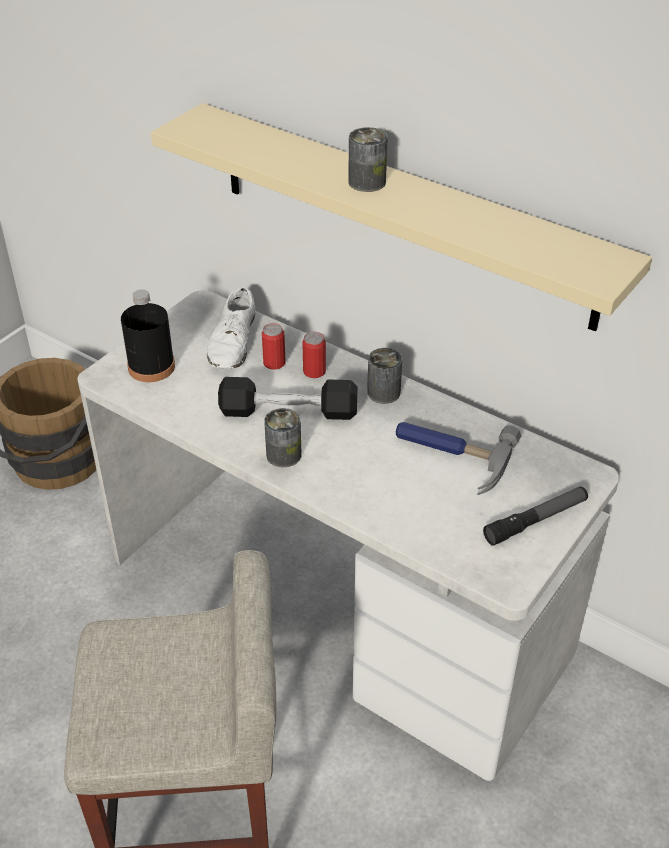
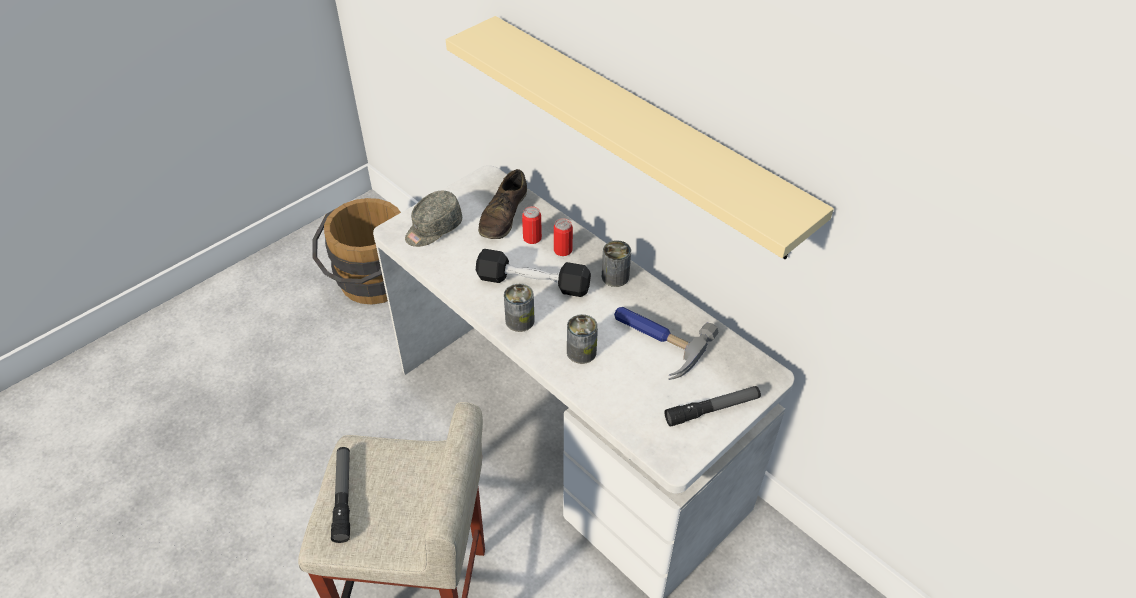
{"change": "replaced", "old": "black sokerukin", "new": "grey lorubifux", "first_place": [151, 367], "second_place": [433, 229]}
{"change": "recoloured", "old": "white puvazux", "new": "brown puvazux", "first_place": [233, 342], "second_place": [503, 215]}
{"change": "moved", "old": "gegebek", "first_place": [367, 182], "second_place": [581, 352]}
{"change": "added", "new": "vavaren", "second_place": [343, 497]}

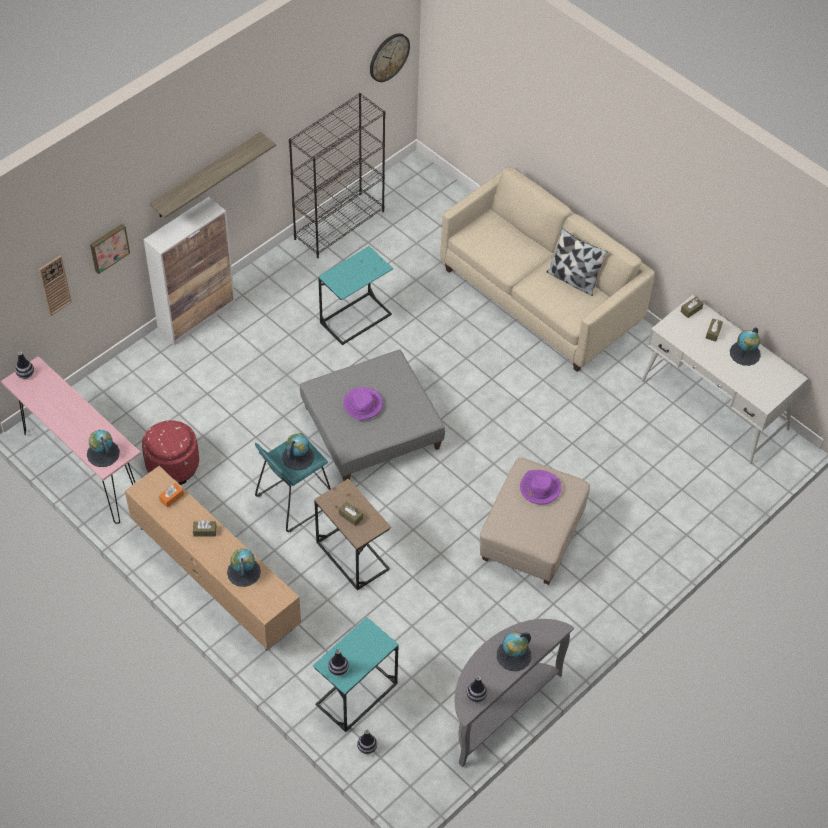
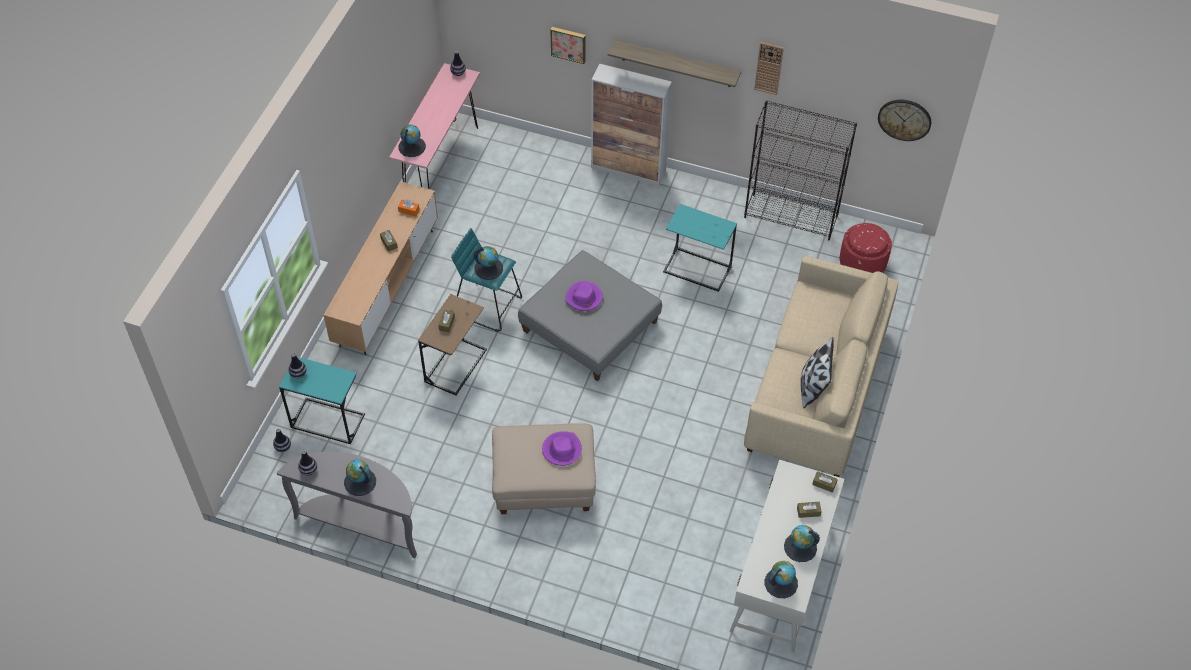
{"change": "moved", "old": "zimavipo", "first_place": [54, 285], "second_place": [769, 68]}
{"change": "moved", "old": "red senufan", "first_place": [173, 465], "second_place": [862, 264]}
{"change": "moved", "old": "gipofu", "first_place": [243, 572], "second_place": [781, 583]}

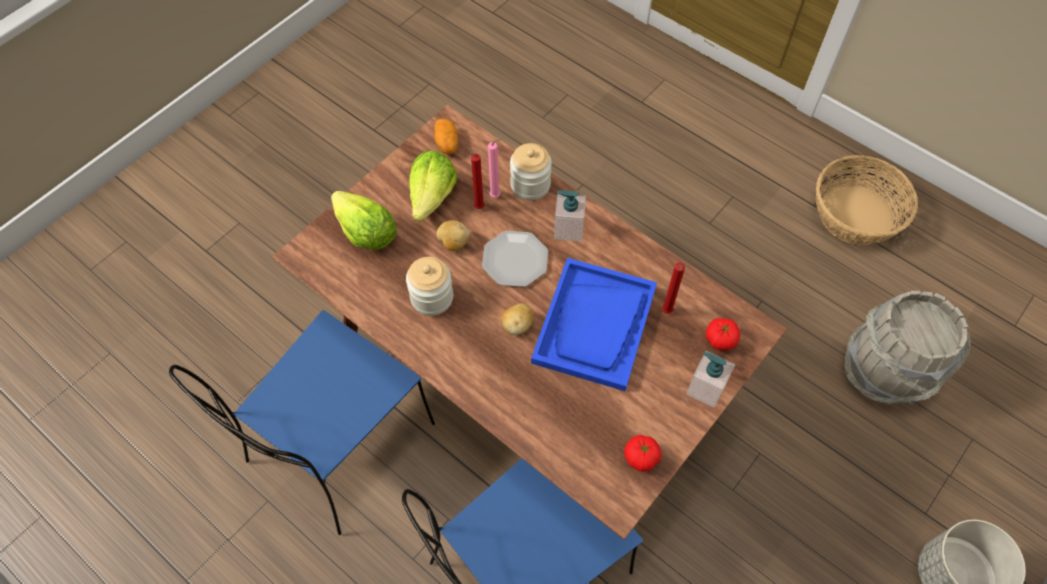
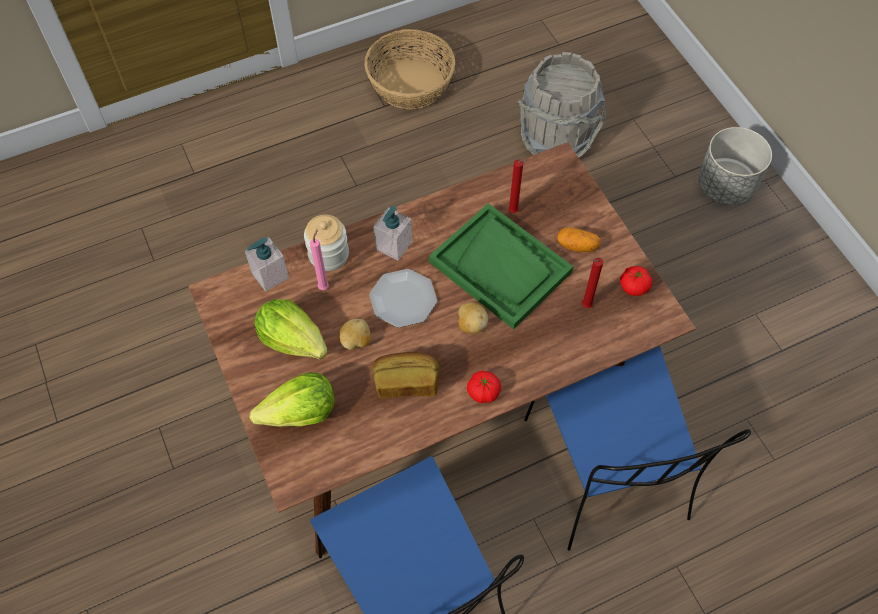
{"change": "replaced", "old": "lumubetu", "new": "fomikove", "first_place": [432, 297], "second_place": [406, 382]}
{"change": "moved", "old": "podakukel", "first_place": [447, 143], "second_place": [577, 245]}
{"change": "moved", "old": "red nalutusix", "first_place": [478, 206], "second_place": [585, 306]}
{"change": "recoloured", "old": "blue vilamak", "new": "green vilamak", "first_place": [595, 325], "second_place": [500, 267]}
{"change": "moved", "old": "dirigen", "first_place": [705, 389], "second_place": [270, 275]}
{"change": "moved", "old": "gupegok", "first_place": [720, 339], "second_place": [483, 392]}

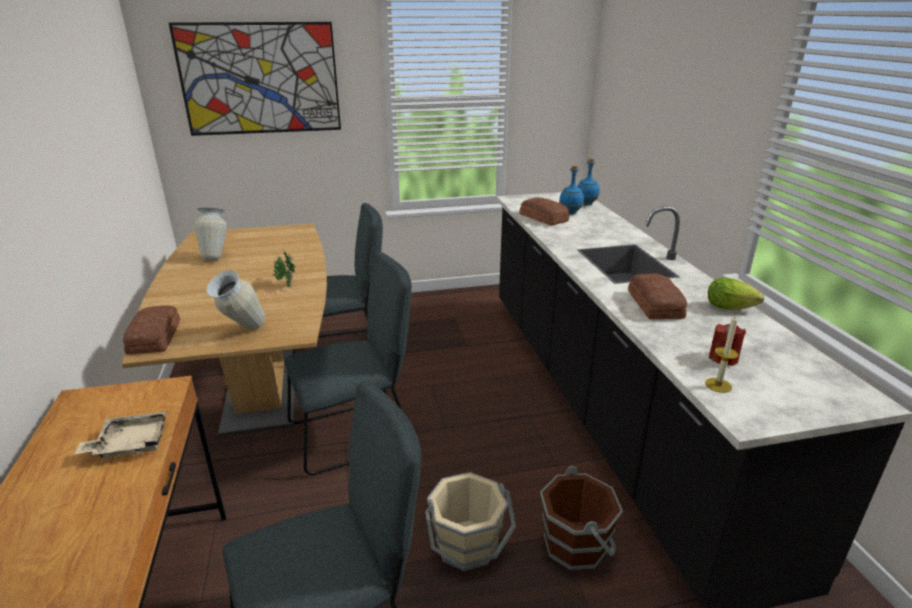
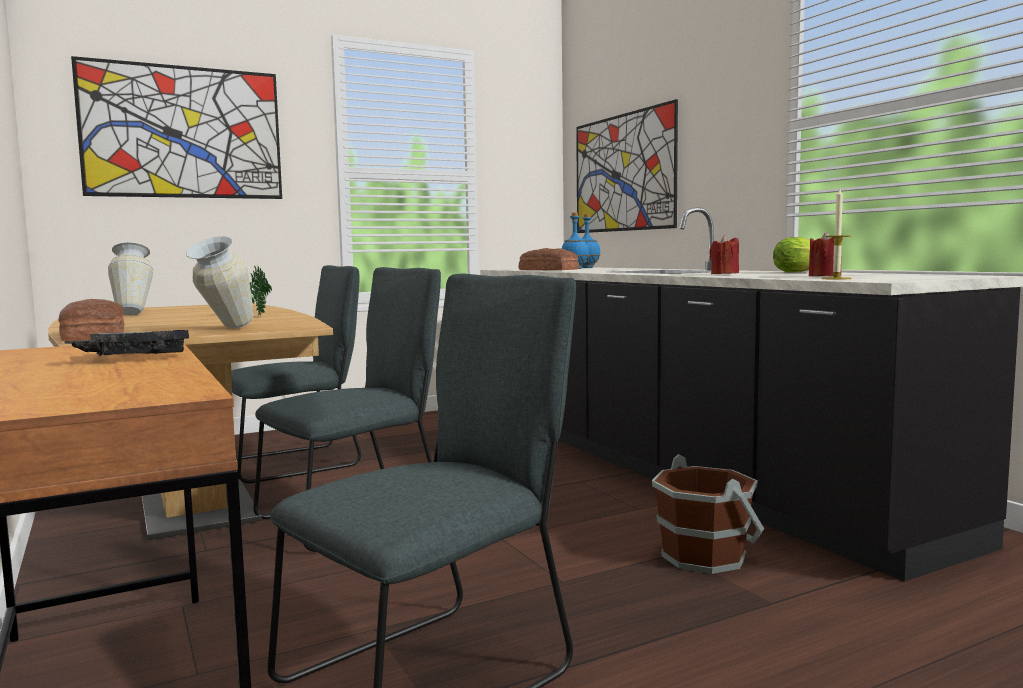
{"change": "recoloured", "old": "beige vilamak", "new": "black vilamak", "first_place": [130, 444], "second_place": [134, 357]}
{"change": "removed", "old": "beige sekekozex", "first_place": [467, 545]}
{"change": "replaced", "old": "fomikove", "new": "red nalutusix", "first_place": [656, 304], "second_place": [724, 274]}
{"change": "added", "new": "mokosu", "second_place": [623, 173]}

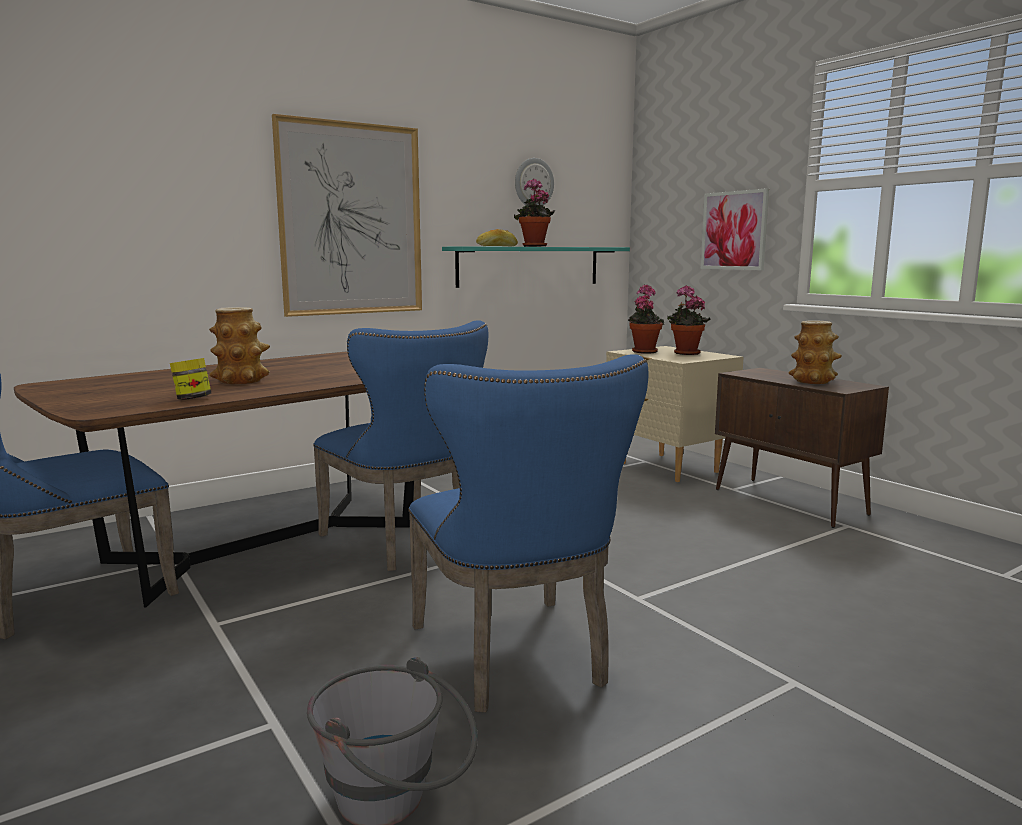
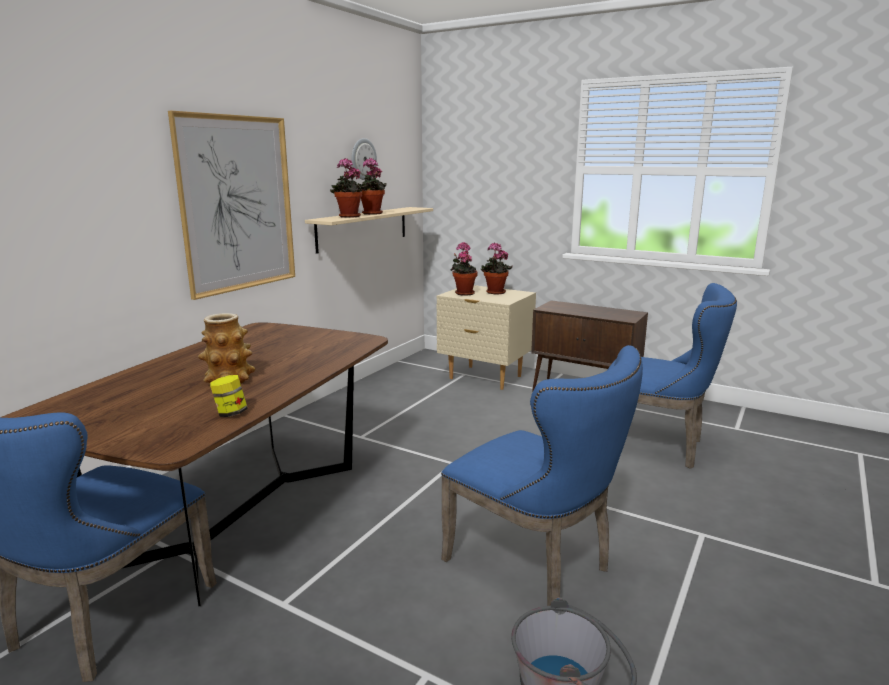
{"change": "moved", "old": "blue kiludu", "first_place": [405, 542], "second_place": [655, 445]}
{"change": "recoloured", "old": "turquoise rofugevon", "new": "beige rofugevon", "first_place": [529, 266], "second_place": [363, 228]}
{"change": "replaced", "old": "fomikove", "new": "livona", "first_place": [497, 246], "second_place": [348, 217]}
{"change": "removed", "old": "mokosu", "first_place": [734, 230]}
{"change": "removed", "old": "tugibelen", "first_place": [813, 381]}

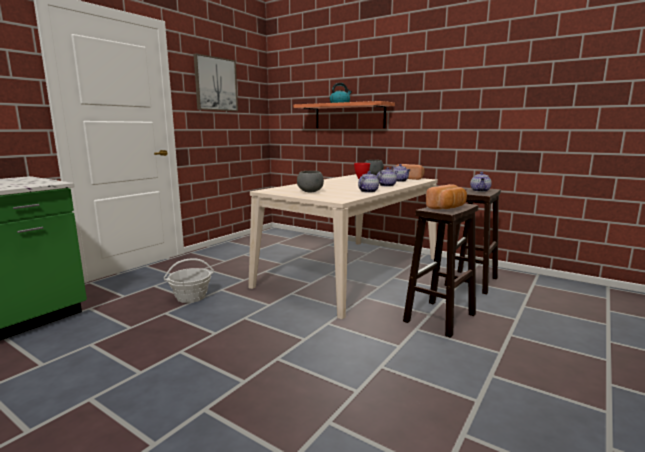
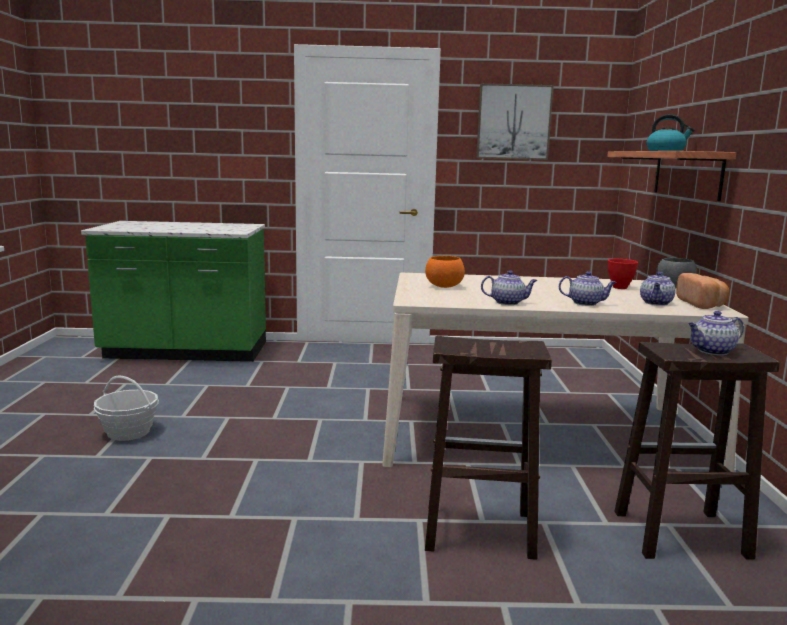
{"change": "moved", "old": "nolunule", "first_place": [191, 297], "second_place": [128, 432]}
{"change": "recoloured", "old": "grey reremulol", "new": "orange reremulol", "first_place": [310, 192], "second_place": [444, 286]}
{"change": "removed", "old": "fomikove", "first_place": [447, 208]}

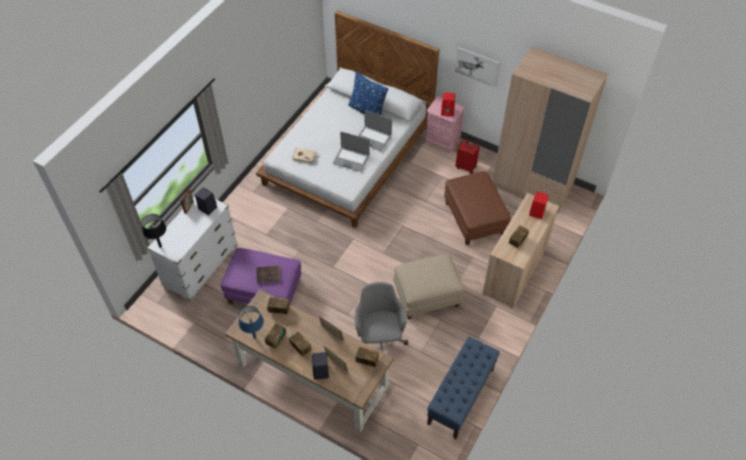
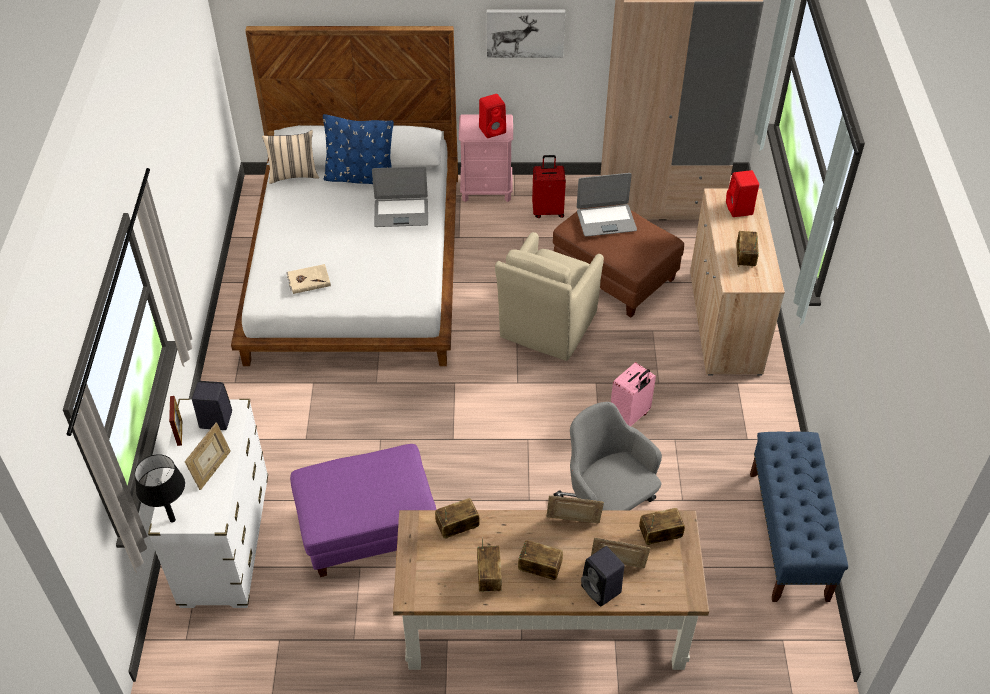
{"change": "removed", "old": "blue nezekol", "first_place": [254, 337]}
{"change": "removed", "old": "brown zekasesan", "first_place": [268, 275]}
{"change": "moved", "old": "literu", "first_place": [351, 159], "second_place": [606, 220]}
{"change": "replaced", "old": "beige senufan", "new": "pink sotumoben", "first_place": [426, 297], "second_place": [630, 416]}
{"change": "added", "new": "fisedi", "second_place": [212, 470]}
{"change": "added", "new": "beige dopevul", "second_place": [293, 175]}
{"change": "added", "new": "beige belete", "second_place": [546, 327]}

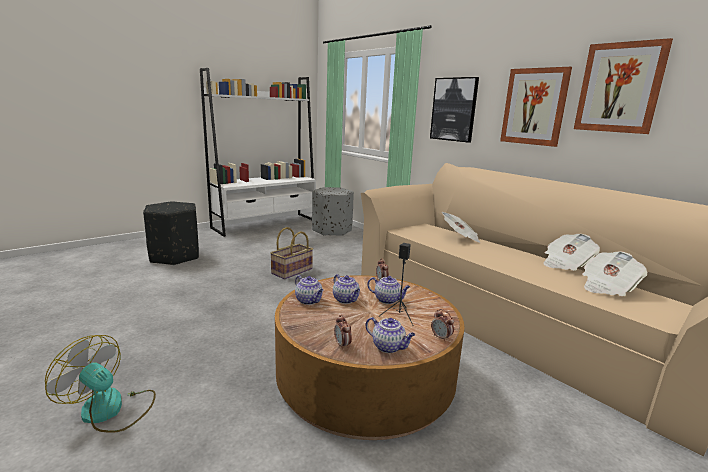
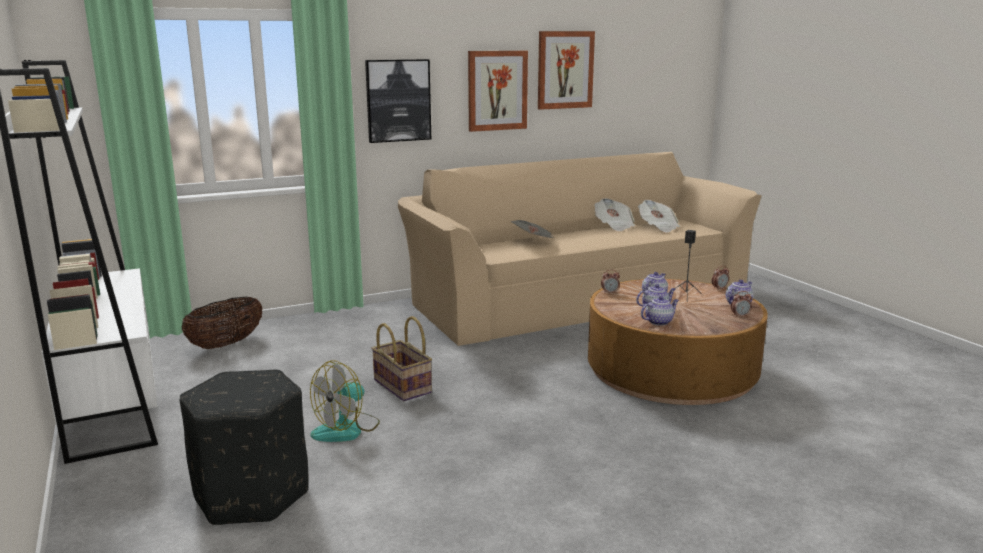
{"change": "moved", "old": "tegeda", "first_place": [110, 410], "second_place": [346, 429]}
{"change": "replaced", "old": "grey senufan", "new": "nolunule", "first_place": [332, 230], "second_place": [226, 344]}

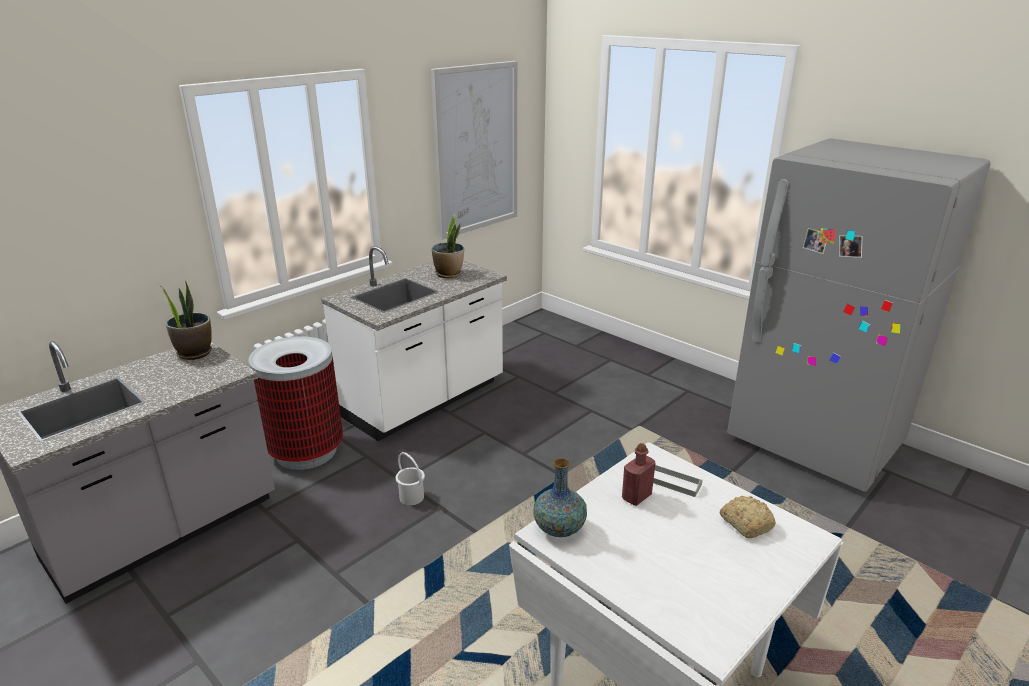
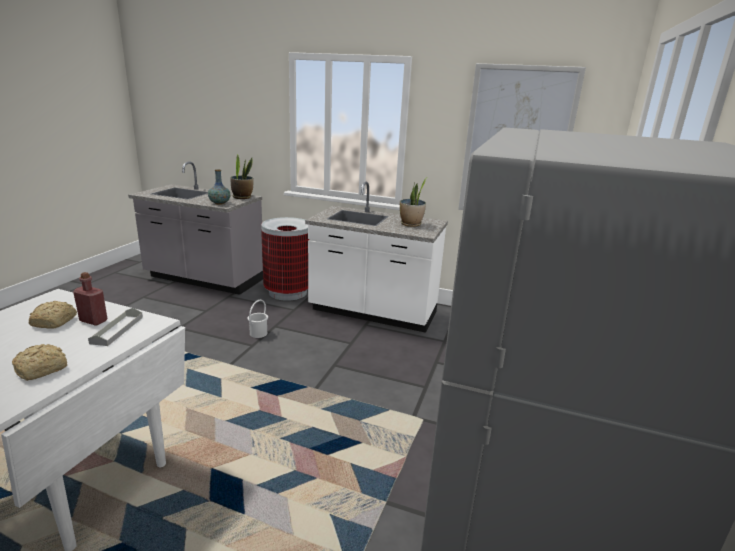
{"change": "moved", "old": "tugibelen", "first_place": [559, 528], "second_place": [219, 203]}
{"change": "added", "new": "fomikove", "second_place": [55, 321]}

